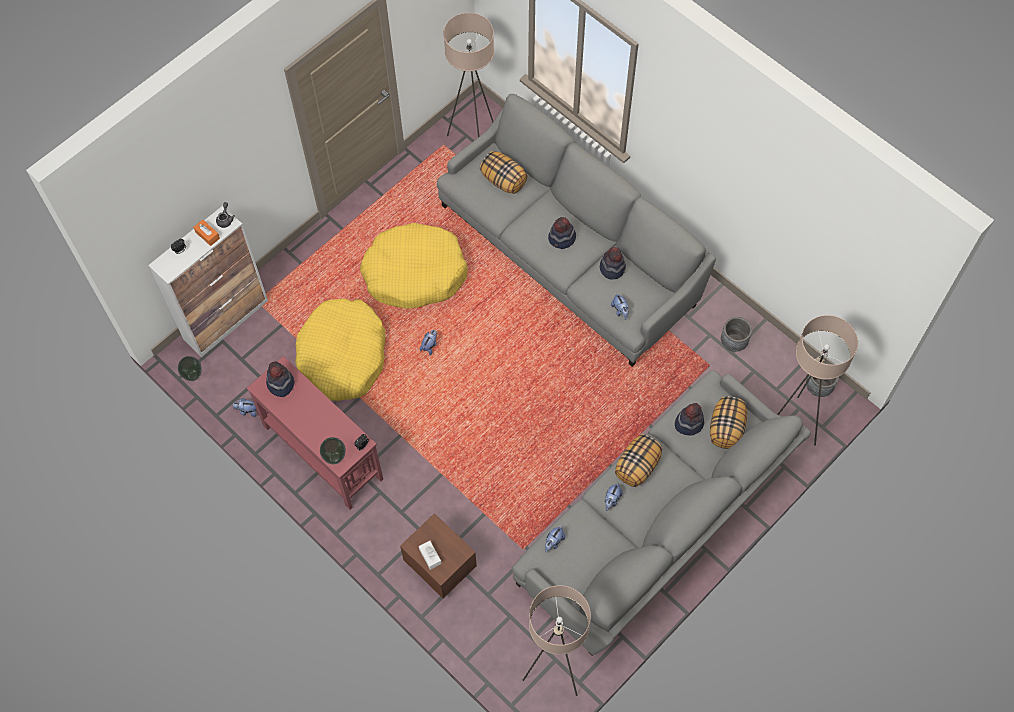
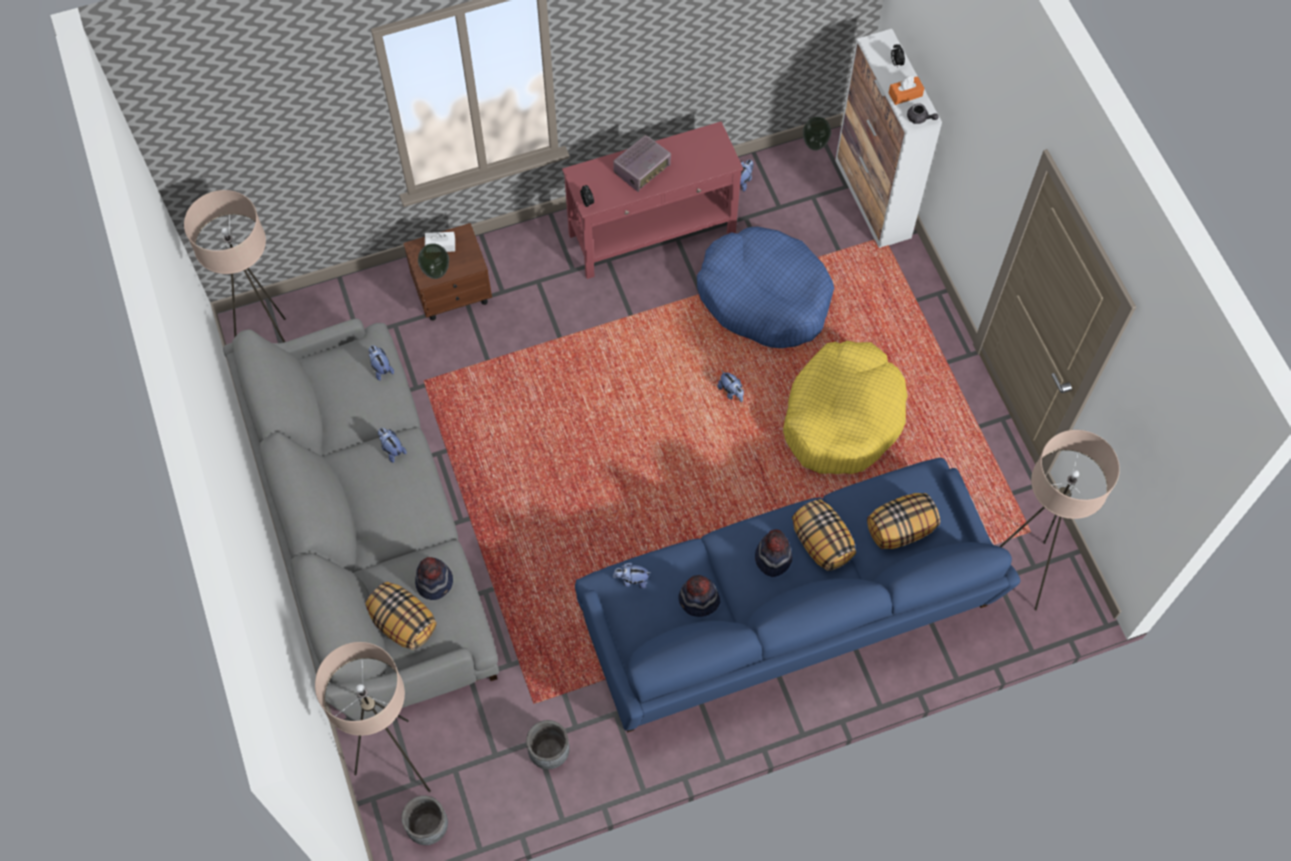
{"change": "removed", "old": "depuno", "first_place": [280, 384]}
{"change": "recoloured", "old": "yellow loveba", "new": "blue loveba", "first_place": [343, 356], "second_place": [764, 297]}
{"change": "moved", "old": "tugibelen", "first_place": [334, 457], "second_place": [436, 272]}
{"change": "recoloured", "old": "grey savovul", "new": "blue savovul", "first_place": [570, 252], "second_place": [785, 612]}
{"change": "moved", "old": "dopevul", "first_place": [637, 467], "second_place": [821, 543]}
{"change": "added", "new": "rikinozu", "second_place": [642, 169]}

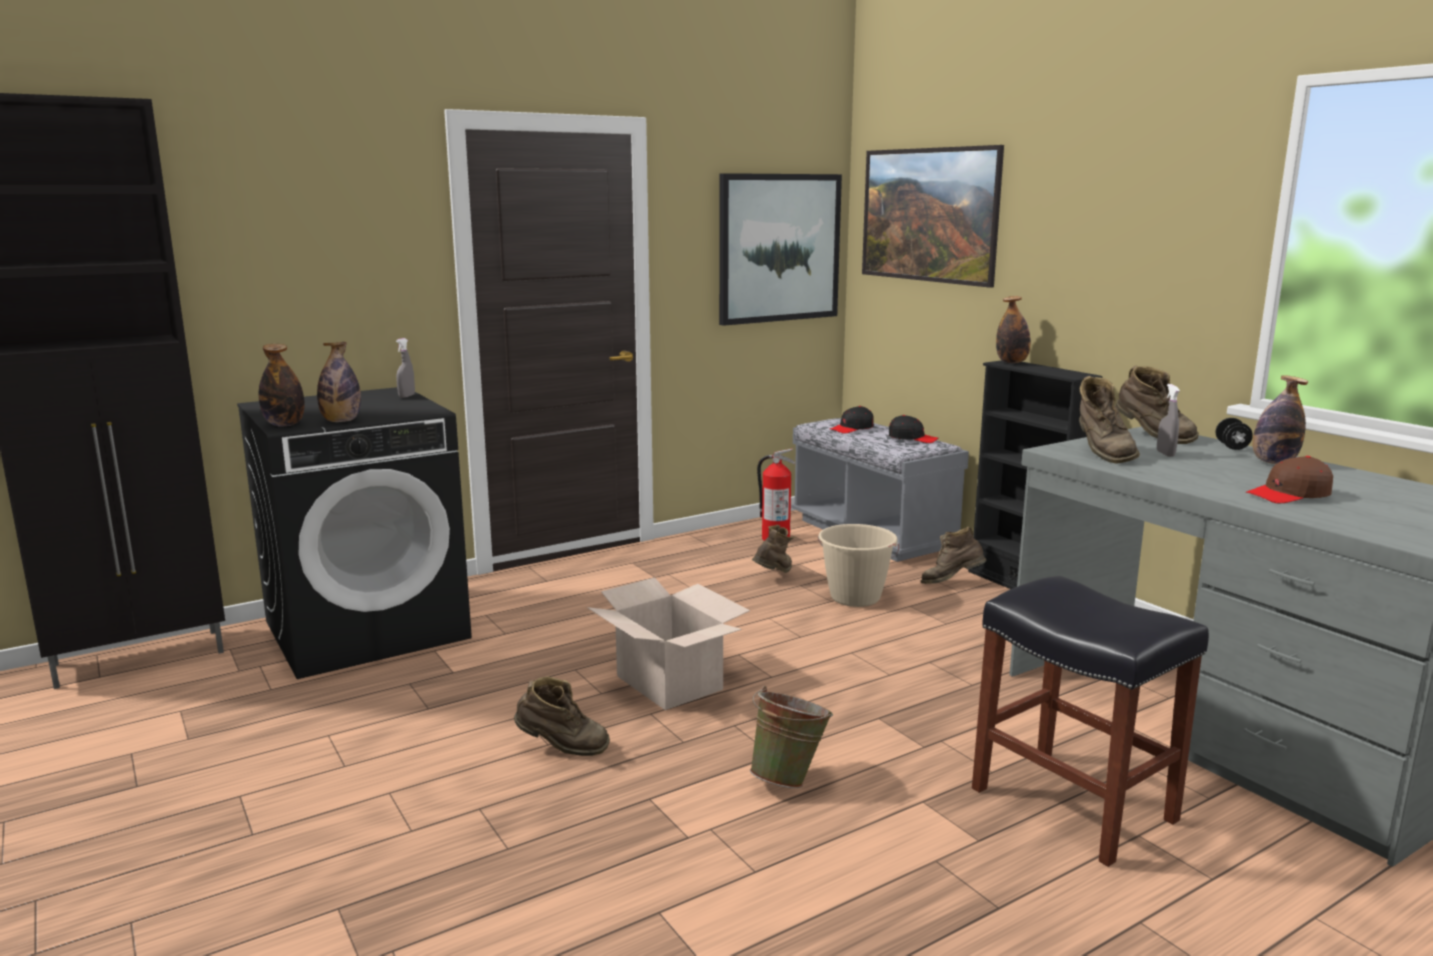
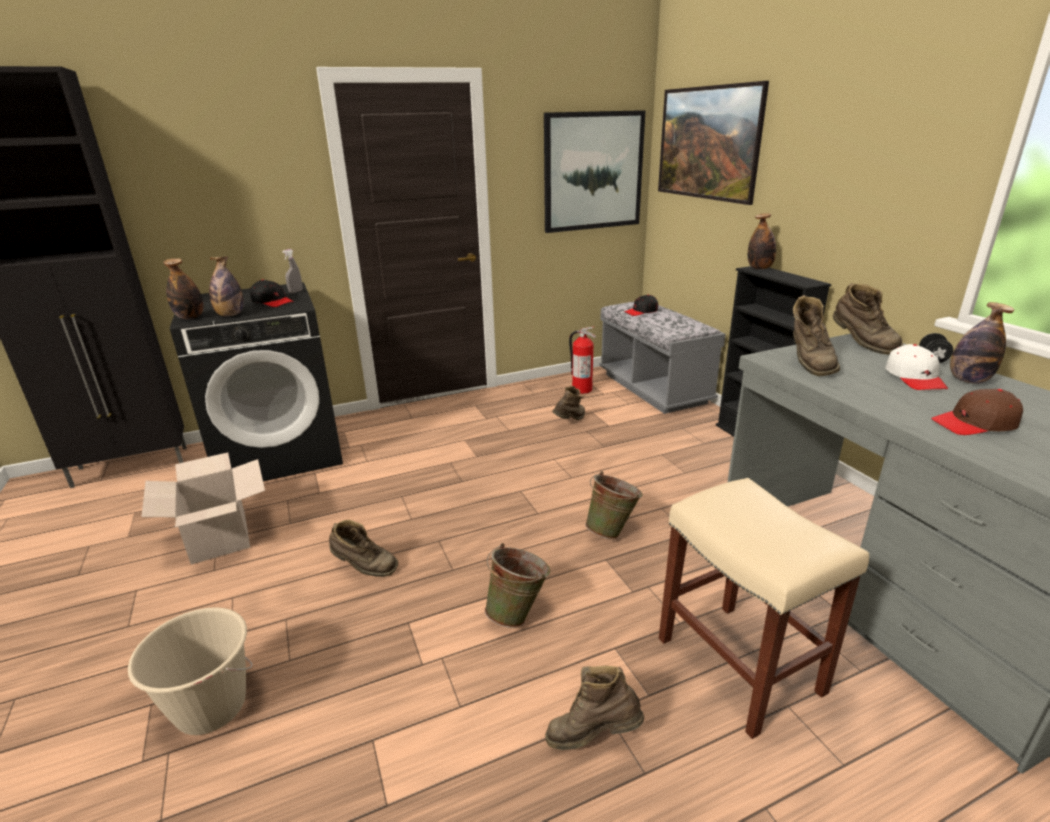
{"change": "moved", "old": "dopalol", "first_place": [668, 683], "second_place": [218, 537]}
{"change": "moved", "old": "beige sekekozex", "first_place": [855, 598], "second_place": [211, 708]}
{"change": "moved", "old": "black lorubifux", "first_place": [912, 438], "second_place": [272, 301]}
{"change": "moved", "old": "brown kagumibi", "first_place": [951, 583], "second_place": [593, 736]}
{"change": "recoloured", "old": "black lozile", "new": "beige lozile", "first_place": [1070, 803], "second_place": [736, 664]}
{"change": "removed", "old": "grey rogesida", "first_place": [1165, 454]}
{"change": "added", "new": "green sekekozex", "second_place": [612, 531]}
{"change": "added", "new": "white lorubifux", "second_place": [915, 378]}

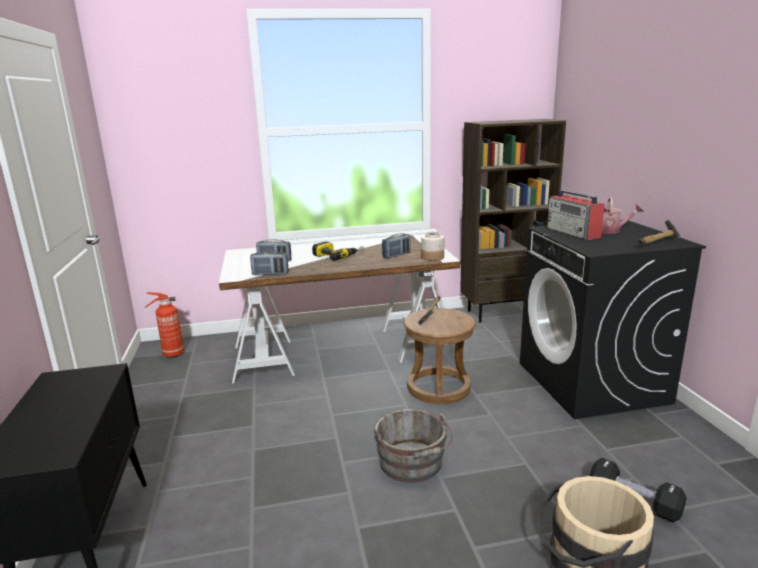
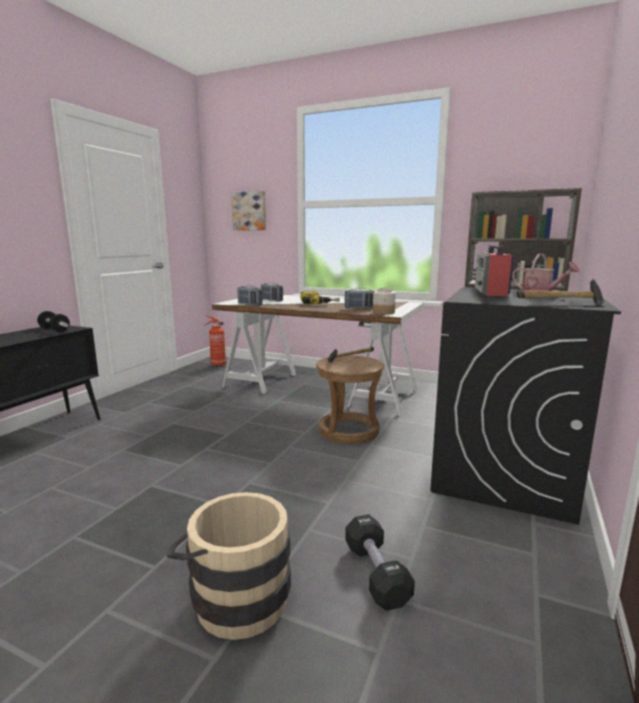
{"change": "removed", "old": "grey sekekozex", "first_place": [412, 464]}
{"change": "added", "new": "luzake", "second_place": [54, 330]}
{"change": "added", "new": "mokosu", "second_place": [249, 211]}

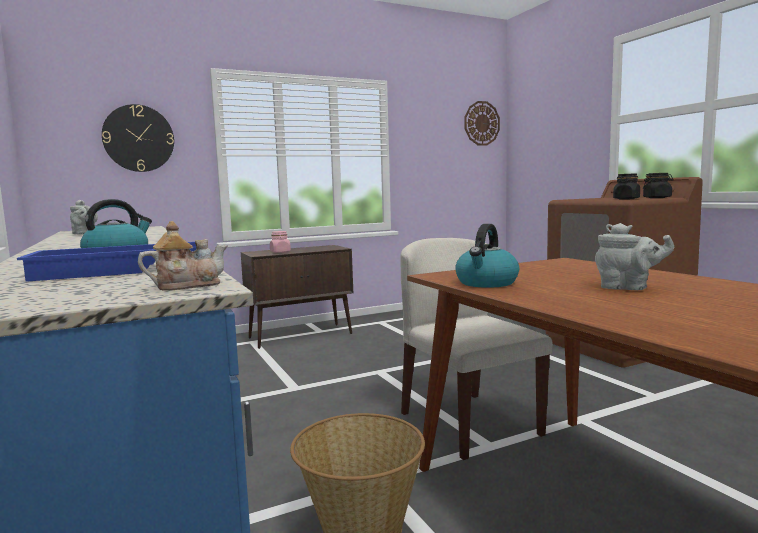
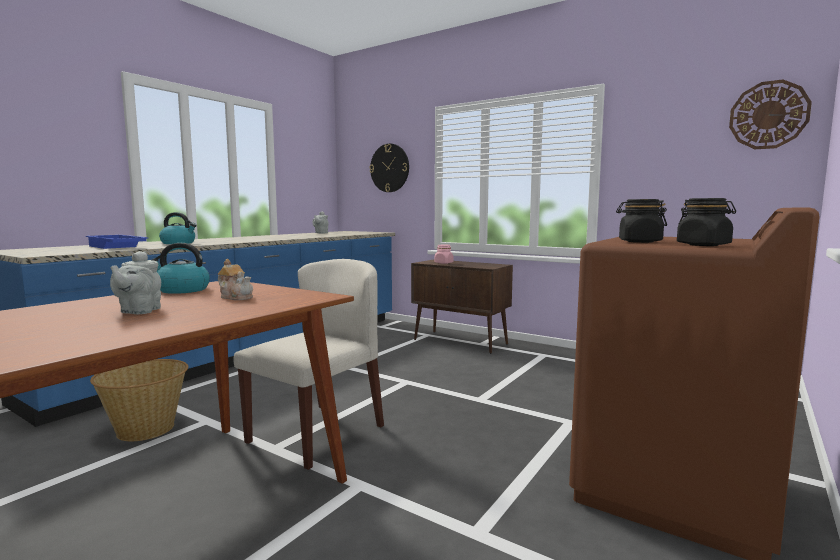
{"change": "moved", "old": "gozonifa", "first_place": [187, 285], "second_place": [236, 297]}

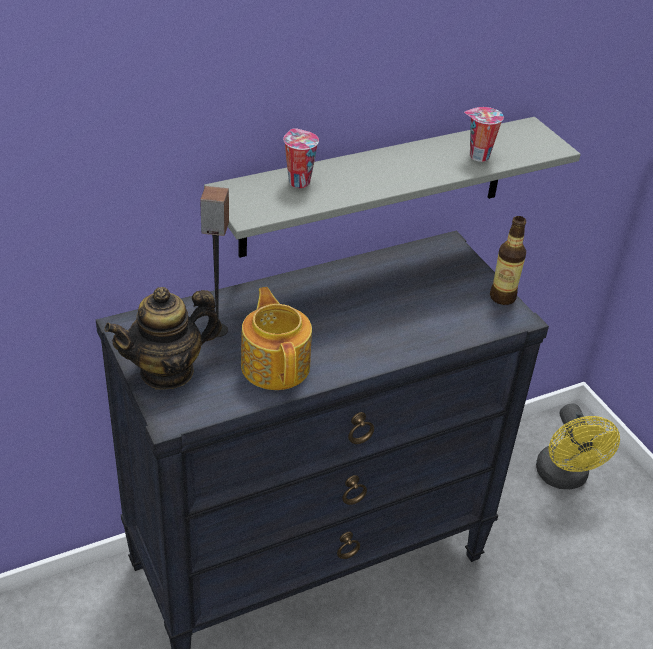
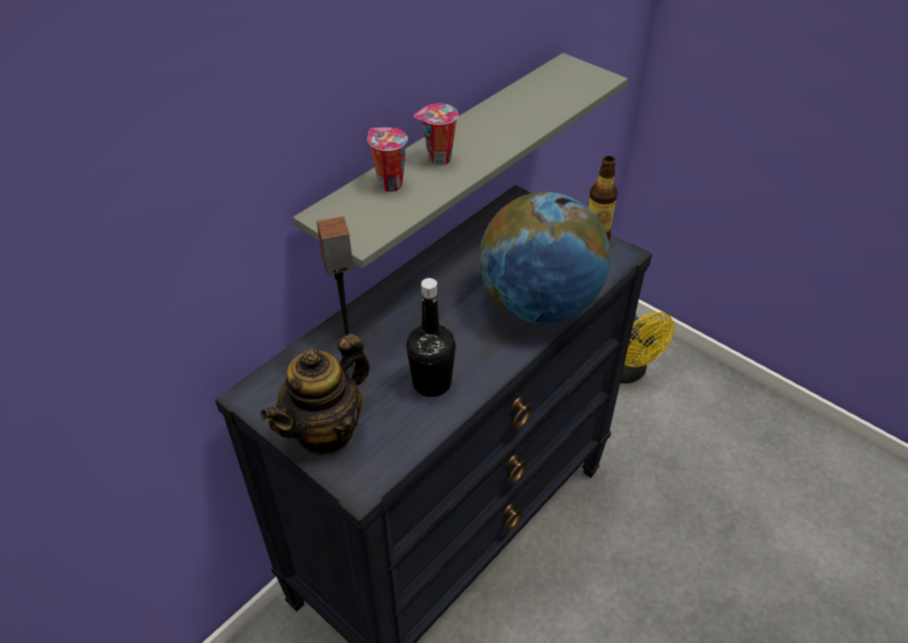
{"change": "replaced", "old": "gozonifa", "new": "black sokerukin", "first_place": [276, 365], "second_place": [432, 383]}
{"change": "moved", "old": "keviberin", "first_place": [477, 156], "second_place": [438, 160]}
{"change": "added", "new": "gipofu", "second_place": [539, 304]}

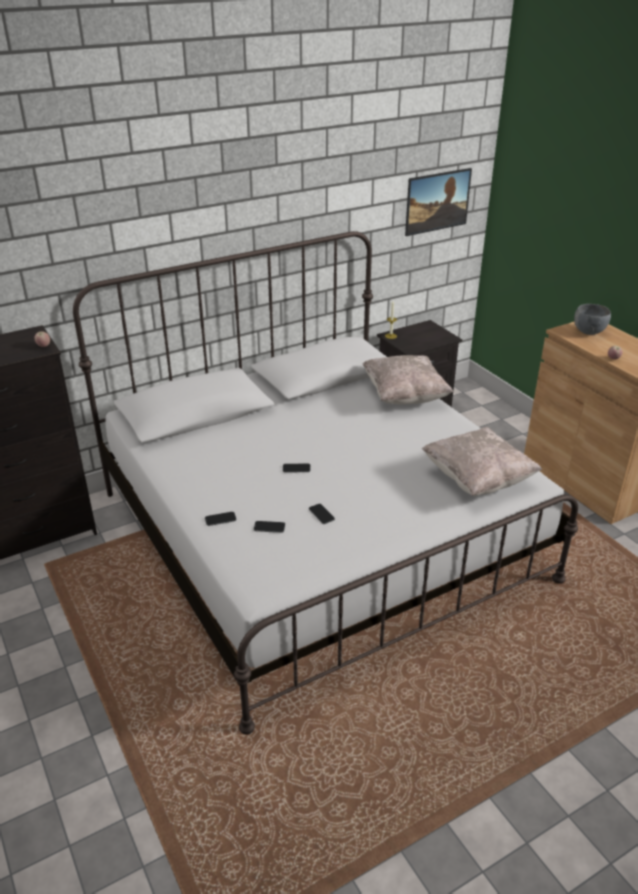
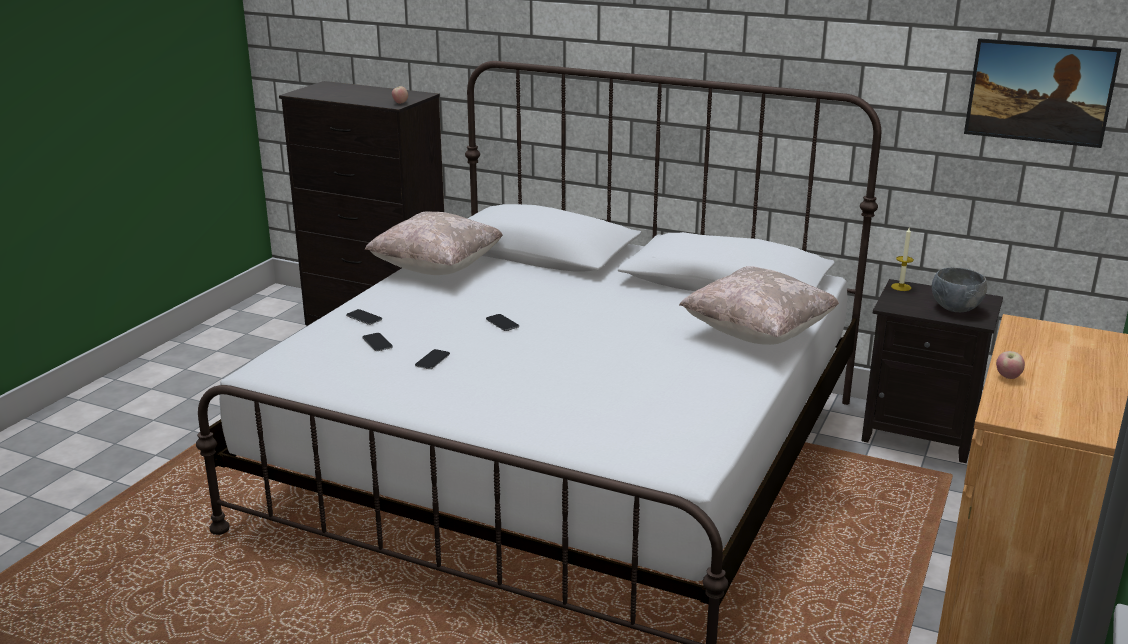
{"change": "moved", "old": "beige dopevul", "first_place": [477, 479], "second_place": [437, 268]}
{"change": "moved", "old": "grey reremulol", "first_place": [588, 332], "second_place": [955, 308]}

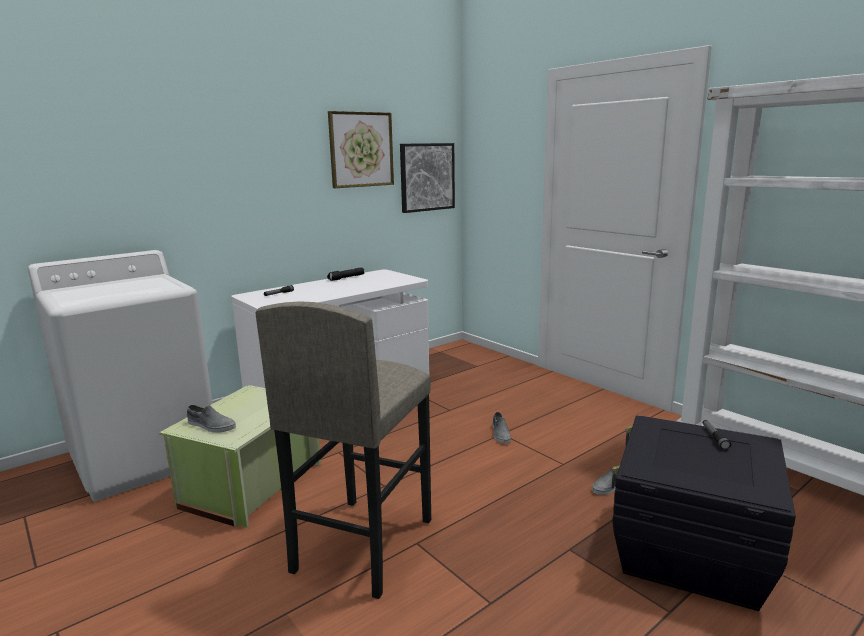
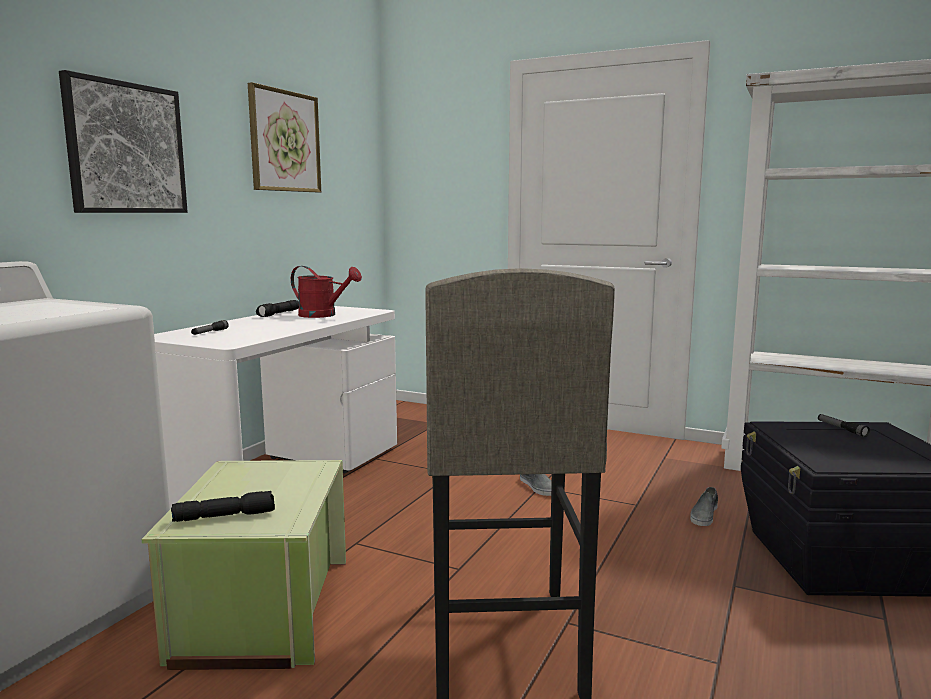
{"change": "replaced", "old": "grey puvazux", "new": "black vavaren", "first_place": [211, 426], "second_place": [225, 516]}
{"change": "moved", "old": "mokosu", "first_place": [427, 177], "second_place": [126, 148]}
{"change": "added", "new": "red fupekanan", "second_place": [323, 315]}

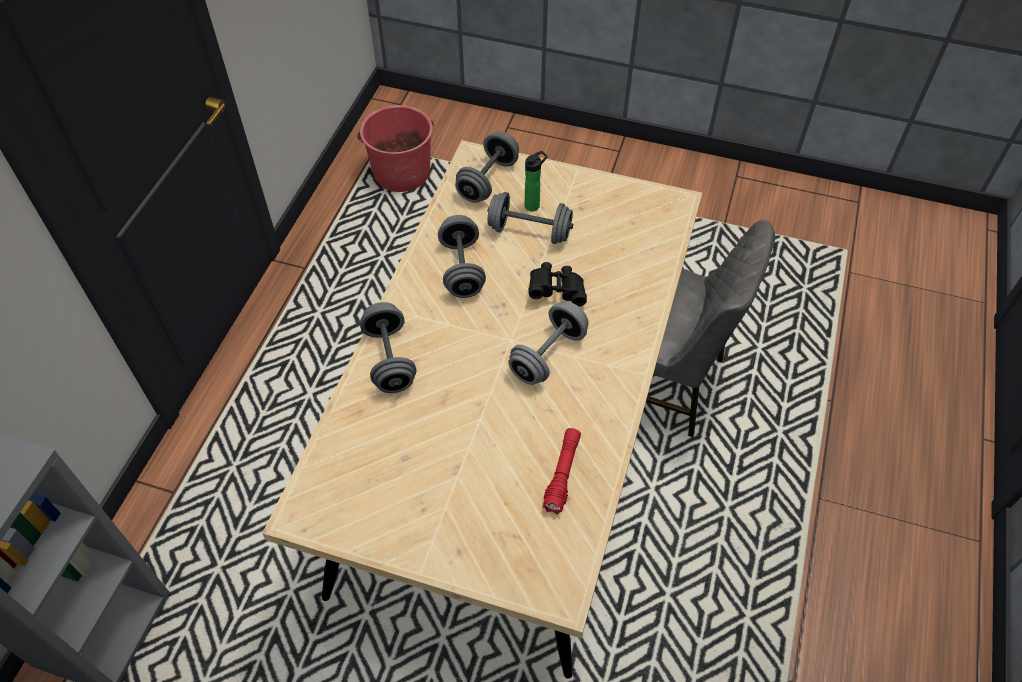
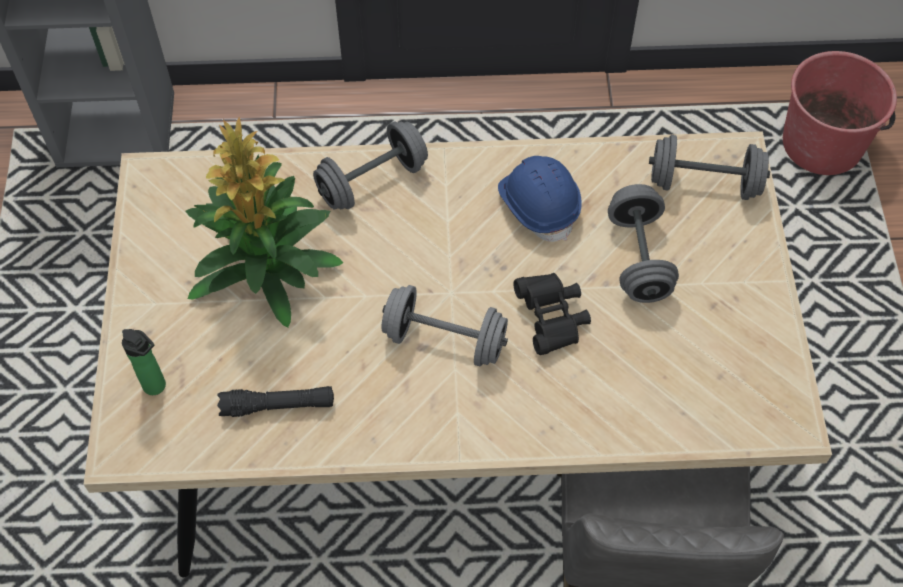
{"change": "replaced", "old": "grey luzake", "new": "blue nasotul", "first_place": [462, 269], "second_place": [538, 205]}
{"change": "moved", "old": "sokerukin", "first_place": [534, 205], "second_place": [157, 387]}
{"change": "recoloured", "old": "red vavaren", "new": "black vavaren", "first_place": [562, 474], "second_place": [278, 406]}
{"change": "added", "new": "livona", "second_place": [267, 267]}

